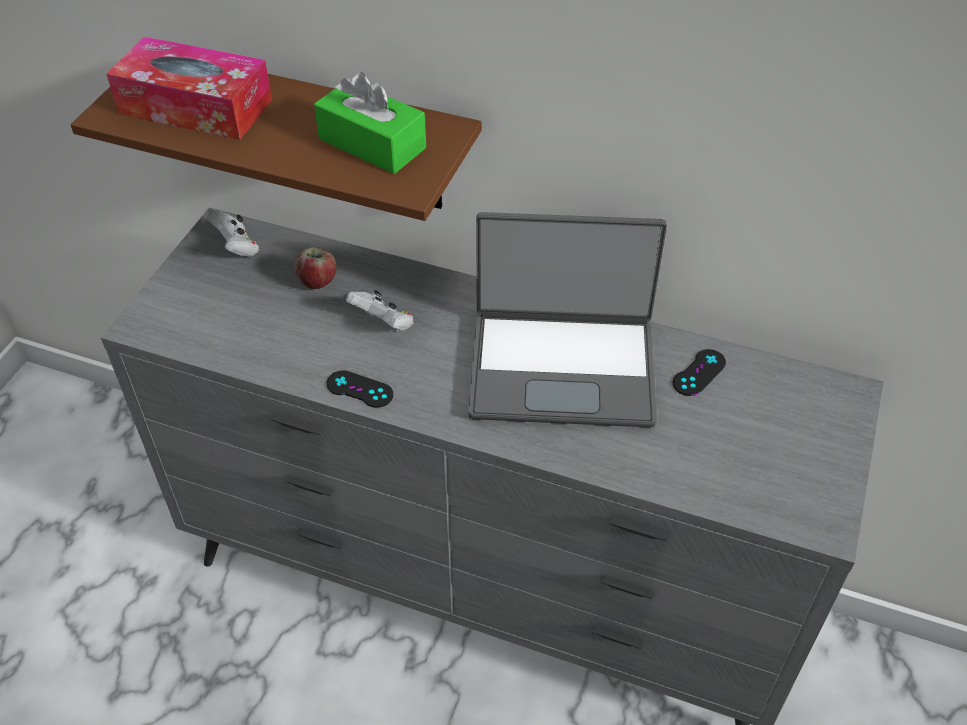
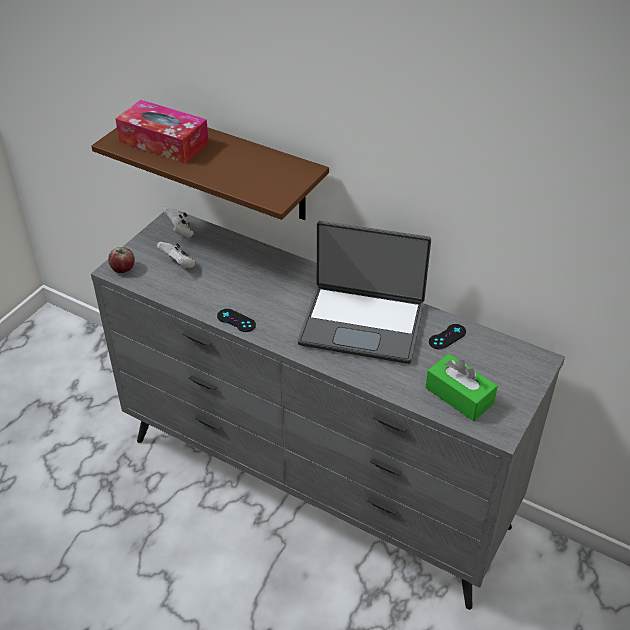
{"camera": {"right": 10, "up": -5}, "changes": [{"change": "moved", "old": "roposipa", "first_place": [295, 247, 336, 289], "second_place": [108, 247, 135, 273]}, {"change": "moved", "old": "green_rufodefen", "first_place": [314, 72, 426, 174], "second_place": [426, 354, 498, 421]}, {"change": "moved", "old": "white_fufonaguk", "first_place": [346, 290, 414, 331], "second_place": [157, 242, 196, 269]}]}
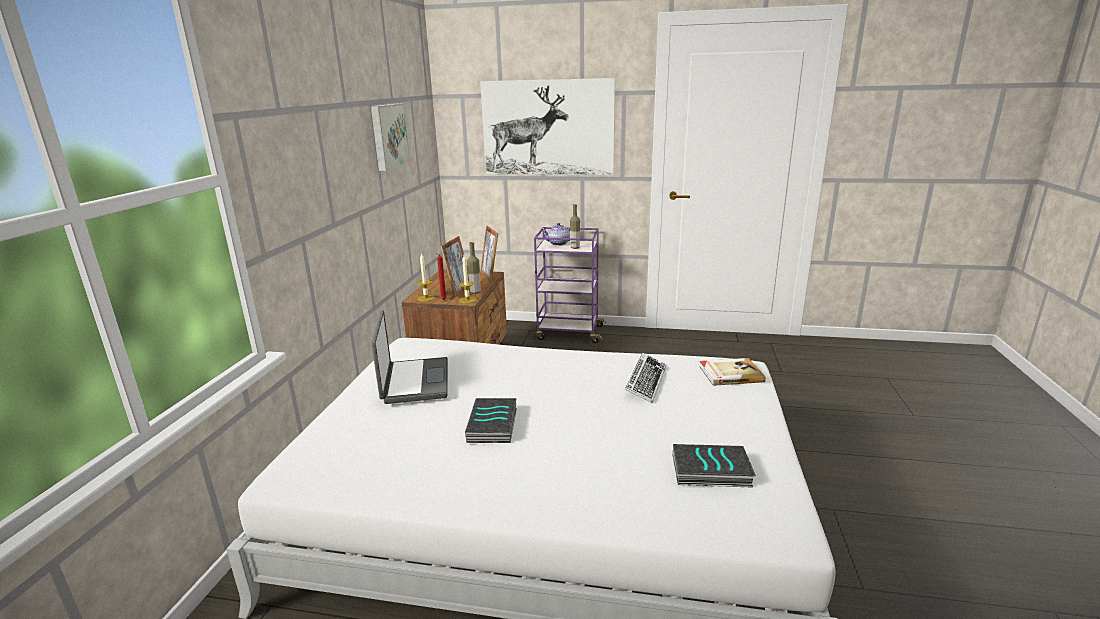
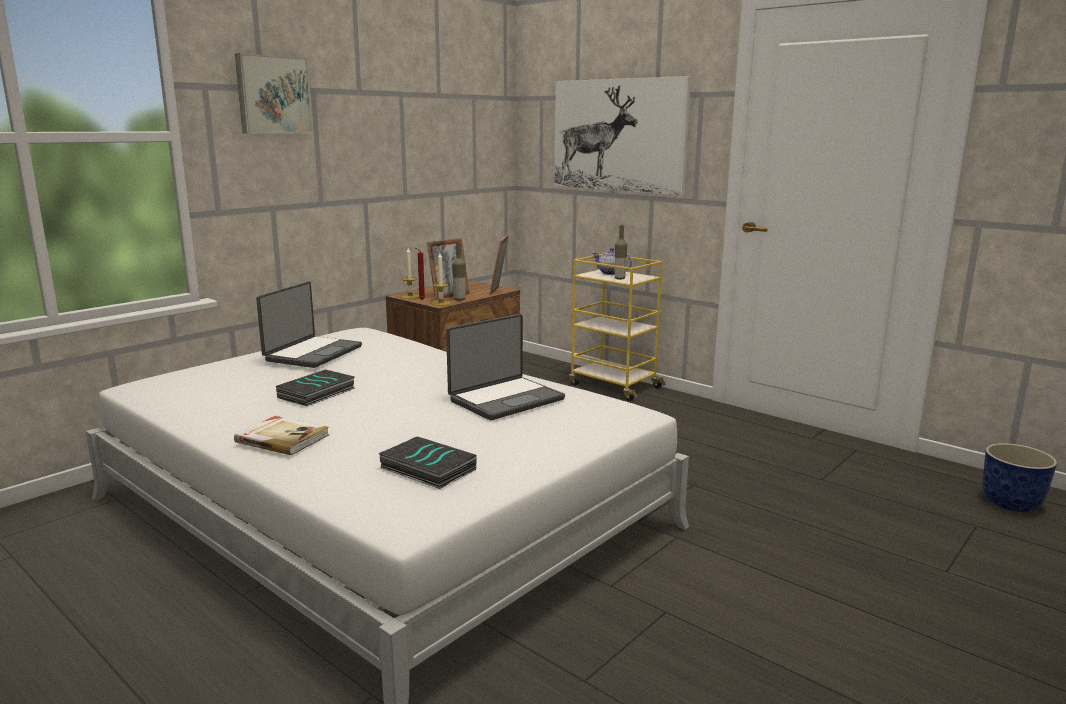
{"camera": {"right": 30, "up": -5}, "changes": [{"change": "moved", "old": "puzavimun", "first_place": [371, 103, 411, 171], "second_place": [235, 53, 313, 134]}, {"change": "recoloured", "old": "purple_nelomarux", "new": "yellow_nelomarux", "first_place": [534, 227, 606, 343], "second_place": [569, 254, 666, 401]}, {"change": "replaced", "old": "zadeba", "new": "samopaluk", "first_place": [625, 353, 666, 403], "second_place": [446, 314, 565, 420]}, {"change": "moved", "old": "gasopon", "first_place": [699, 358, 766, 386], "second_place": [234, 416, 329, 455]}, {"change": "added", "new": "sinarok", "second_place": [983, 443, 1057, 512]}]}
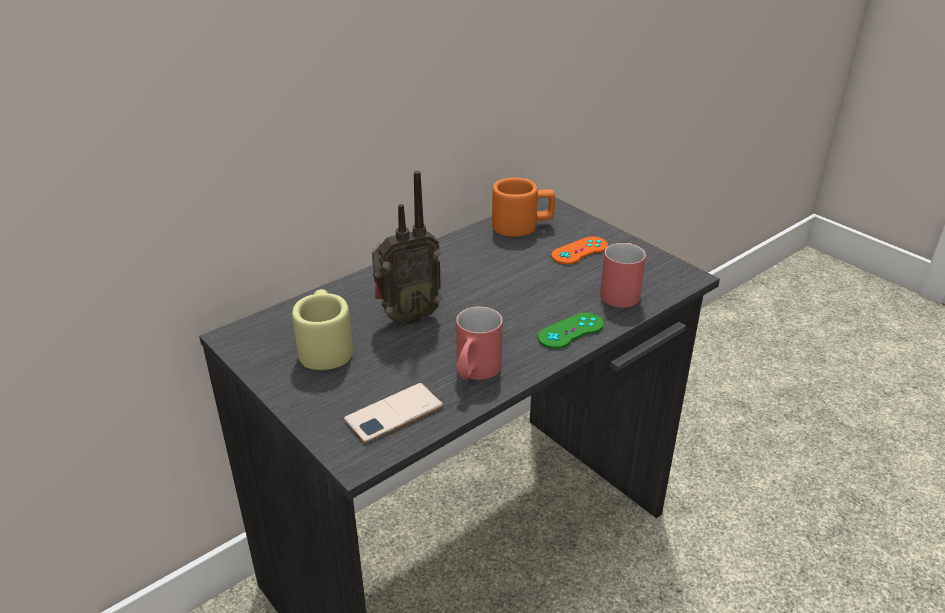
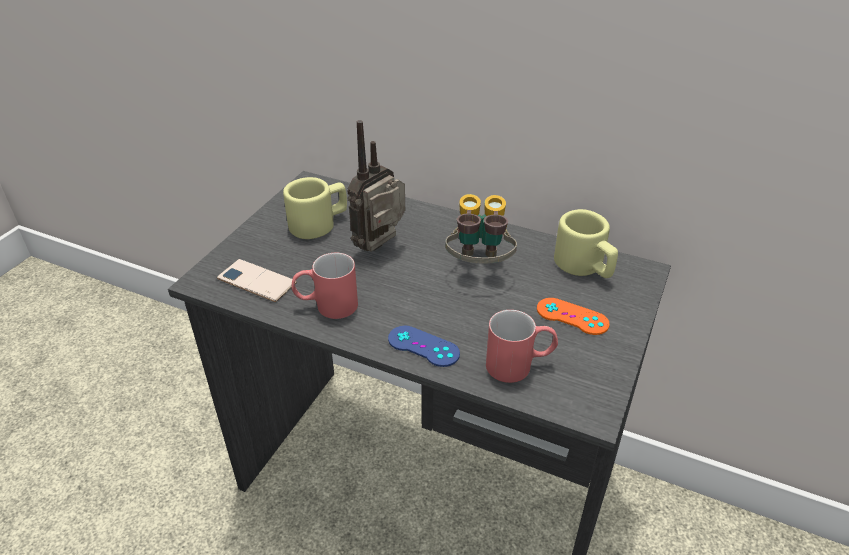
{"camera": {"right": 65, "up": 5}, "changes": [{"change": "turned", "old": "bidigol", "first_place": [372, 171, 442, 325], "second_place": [347, 120, 405, 252], "degrees": 90}, {"change": "recoloured", "old": "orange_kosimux", "new": "beige_kosimux", "first_place": [492, 177, 555, 237], "second_place": [554, 209, 618, 278]}, {"change": "recoloured", "old": "green_fufonaguk", "new": "blue_fufonaguk", "first_place": [537, 313, 604, 349], "second_place": [388, 326, 460, 367]}, {"change": "added", "new": "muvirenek", "second_place": [445, 194, 517, 264]}]}
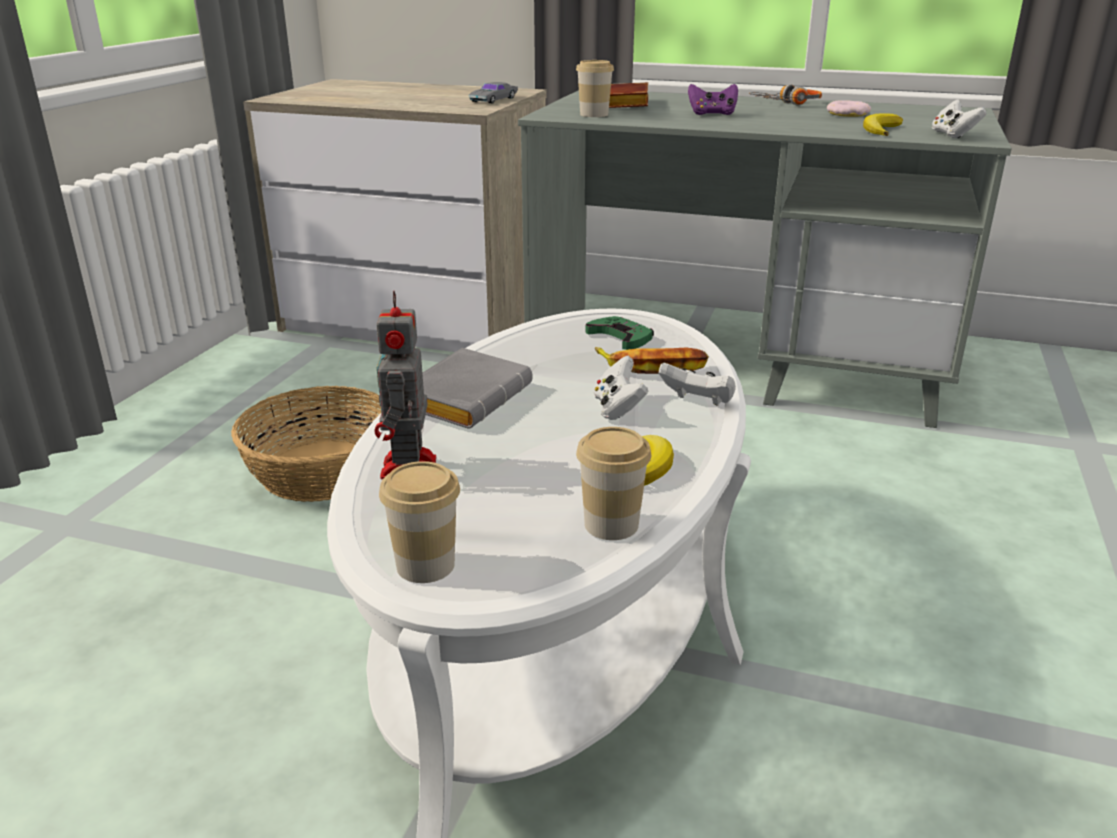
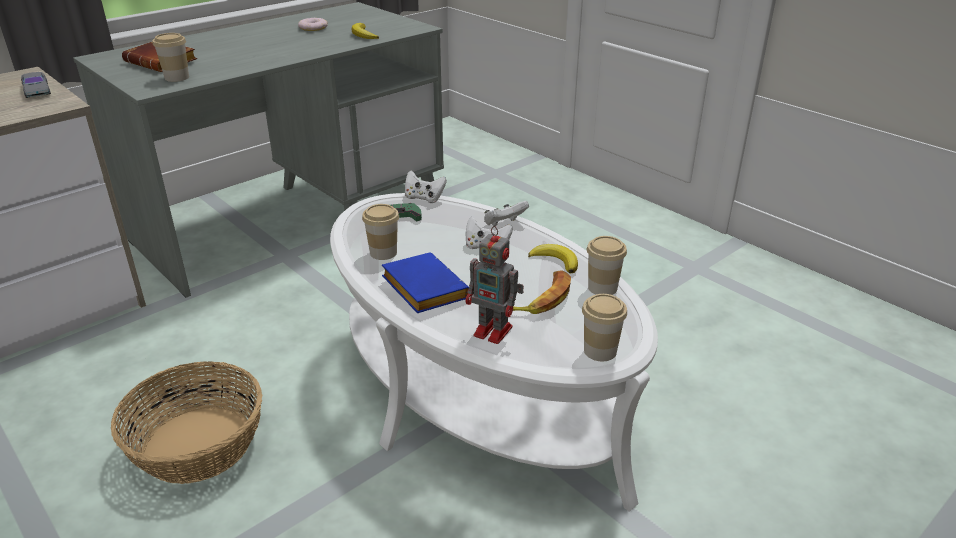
{"camera": {"right": -60, "up": 5}, "changes": [{"change": "recoloured", "old": "grey_gasopon", "new": "blue_gasopon", "first_place": [422, 348, 533, 429], "second_place": [382, 252, 469, 313]}, {"change": "moved", "old": "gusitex", "first_place": [595, 347, 709, 374], "second_place": [509, 271, 571, 314]}, {"change": "removed", "old": "purple_fufonaguk", "first_place": [688, 84, 738, 115]}, {"change": "removed", "old": "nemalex", "first_place": [749, 84, 822, 106]}, {"change": "moved", "old": "white_fufonaguk", "first_place": [932, 99, 986, 138], "second_place": [405, 171, 447, 203]}, {"change": "added", "new": "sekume", "second_place": [362, 204, 399, 260]}]}
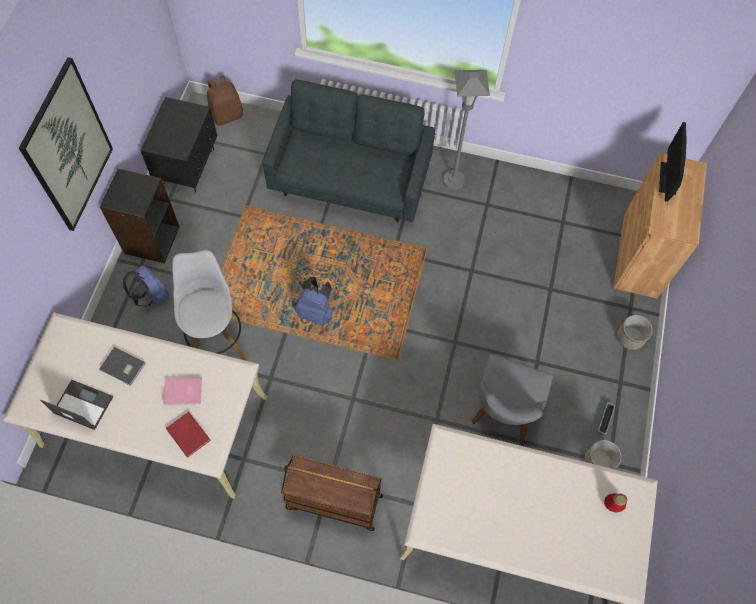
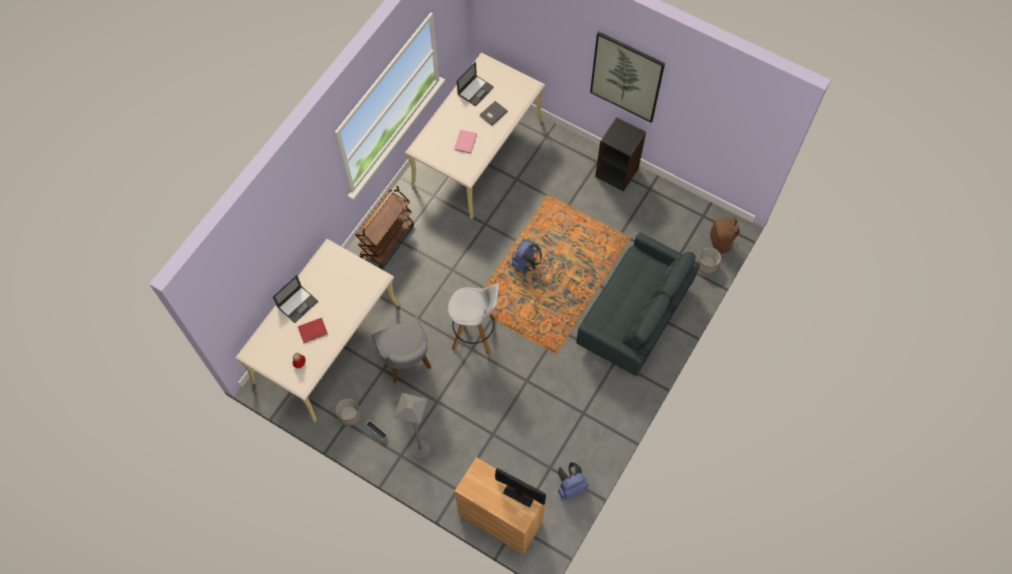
{"camera": {"right": 110, "up": 0}, "changes": [{"change": "moved", "old": "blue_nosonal", "first_place": [123, 266, 170, 307], "second_place": [558, 462, 588, 500]}, {"change": "removed", "old": "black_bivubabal", "first_place": [140, 97, 217, 193]}, {"change": "moved", "old": "red_gasopon", "first_place": [166, 412, 211, 457], "second_place": [298, 318, 328, 343]}, {"change": "moved", "old": "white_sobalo", "first_place": [172, 250, 247, 361], "second_place": [448, 284, 499, 355]}, {"change": "moved", "old": "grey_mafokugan", "first_place": [443, 70, 490, 190], "second_place": [394, 393, 431, 460]}, {"change": "turned", "old": "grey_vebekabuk", "first_place": [472, 354, 554, 441], "second_place": [372, 317, 431, 383], "degrees": -150}, {"change": "moved", "old": "sinarok", "first_place": [617, 315, 653, 350], "second_place": [697, 247, 721, 274]}, {"change": "added", "new": "samopaluk", "second_place": [273, 275, 318, 323]}]}
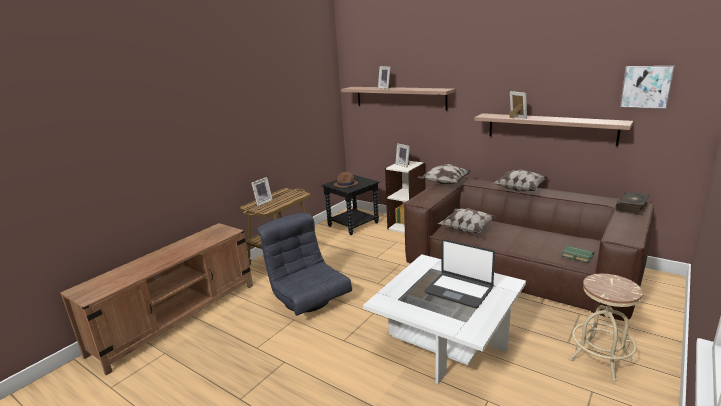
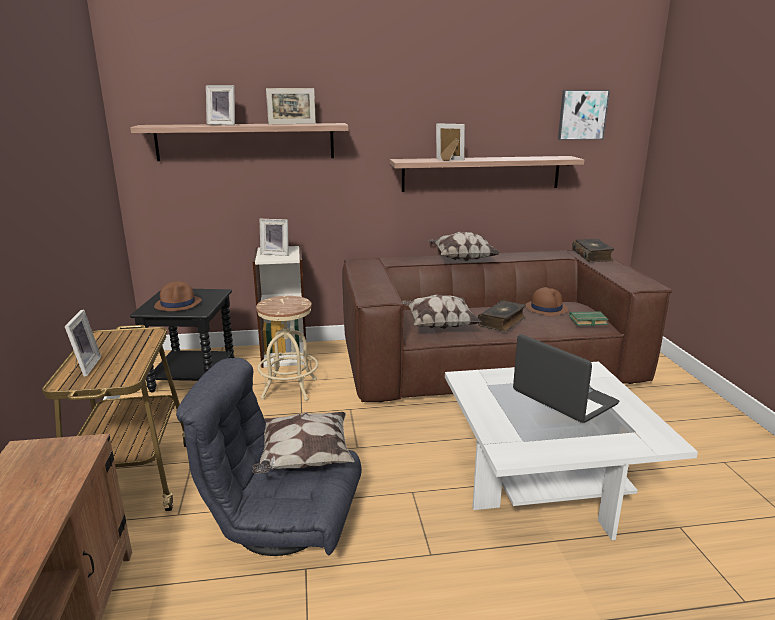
{"camera": {"right": -45, "up": 0}, "changes": [{"change": "moved", "old": "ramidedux", "first_place": [417, 164, 472, 184], "second_place": [252, 412, 355, 474]}, {"change": "turned", "old": "samopaluk", "first_place": [425, 239, 495, 308], "second_place": [513, 334, 619, 423], "degrees": -120}, {"change": "moved", "old": "beige_sobalo", "first_place": [569, 274, 643, 382], "second_place": [256, 296, 318, 401]}, {"change": "added", "new": "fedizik", "second_place": [266, 88, 316, 124]}, {"change": "added", "new": "gasopon", "second_place": [477, 300, 526, 332]}, {"change": "added", "new": "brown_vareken", "second_place": [525, 287, 569, 316]}]}
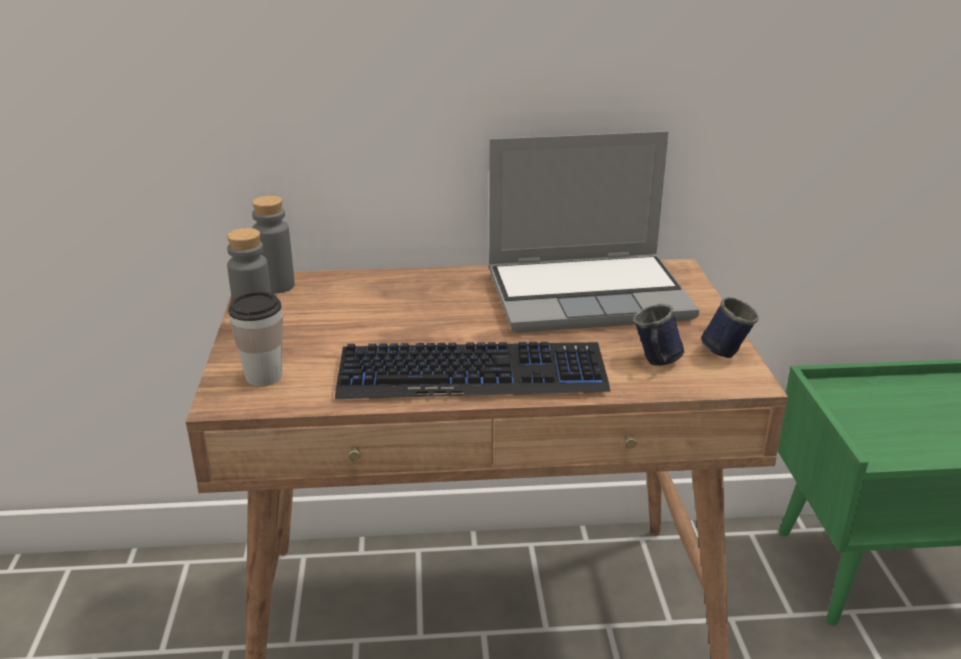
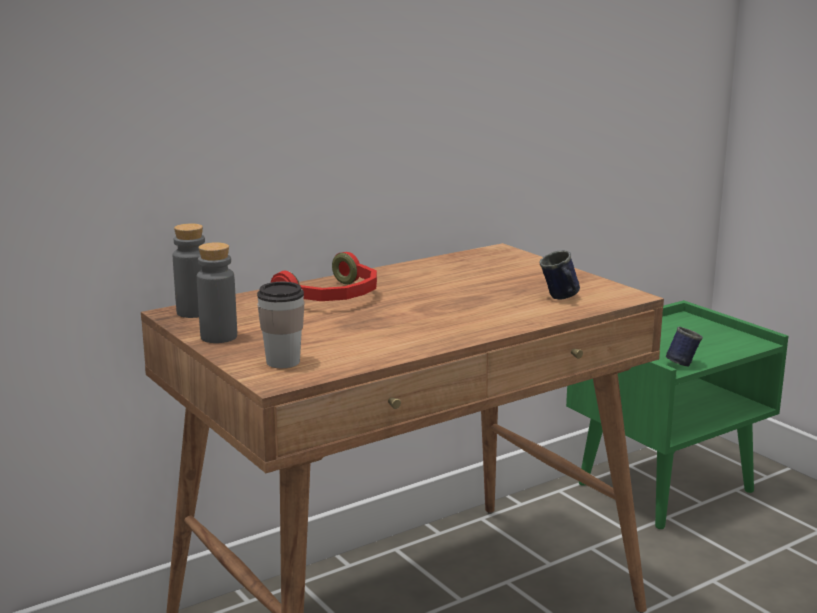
{"camera": {"right": -30, "up": -10}, "changes": [{"change": "removed", "old": "zadeba", "first_place": [335, 342, 610, 399]}, {"change": "removed", "old": "samopaluk", "first_place": [489, 131, 699, 333]}, {"change": "moved", "old": "blue_kosimux", "first_place": [701, 297, 759, 358], "second_place": [666, 327, 703, 367]}, {"change": "added", "new": "red_nemalex", "second_place": [271, 252, 377, 301]}]}
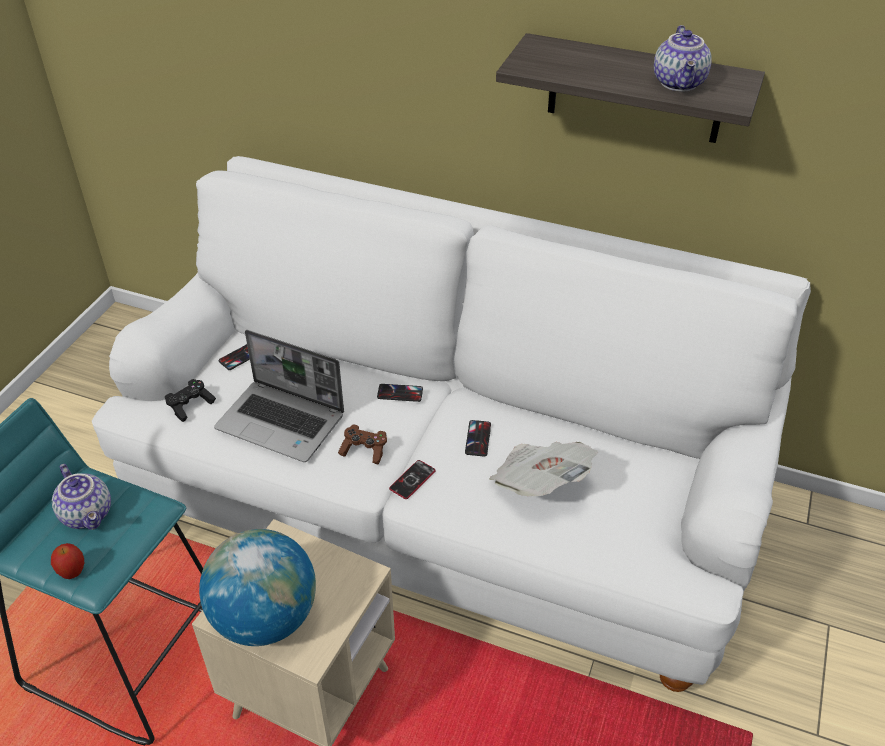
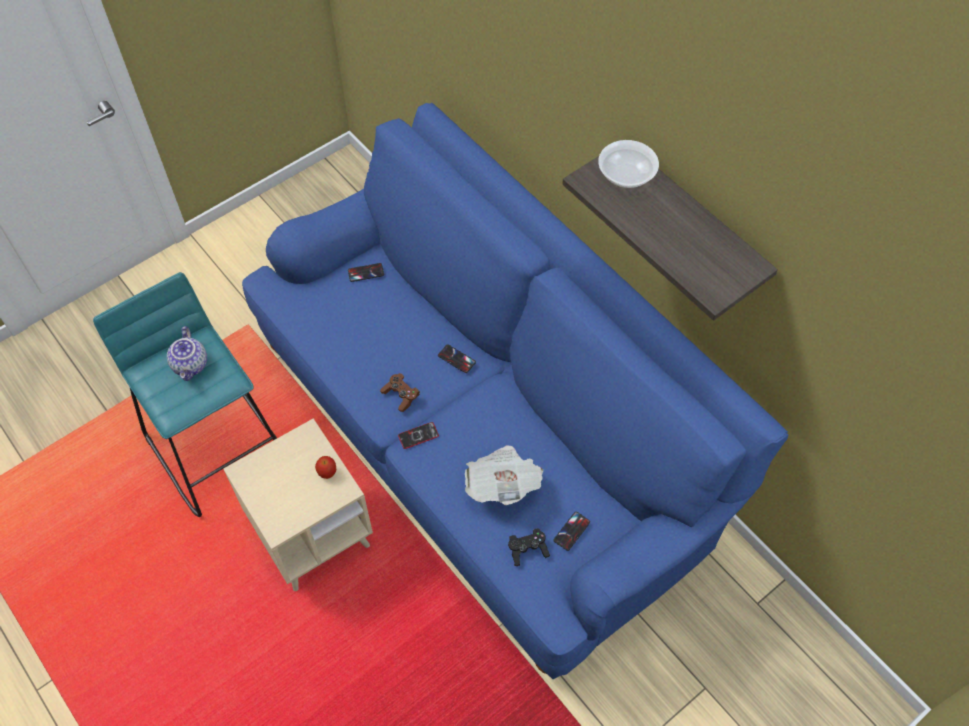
{"camera": {"right": 30, "up": 15}, "changes": [{"change": "moved", "old": "roposipa", "first_place": [51, 543, 84, 579], "second_place": [315, 456, 337, 479]}, {"change": "recoloured", "old": "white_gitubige", "new": "blue_gitubige", "first_place": [92, 156, 811, 692], "second_place": [242, 103, 788, 679]}, {"change": "moved", "old": "black_fufonaguk", "first_place": [165, 379, 216, 422], "second_place": [508, 528, 550, 566]}, {"change": "removed", "old": "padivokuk", "first_place": [199, 529, 316, 646]}, {"change": "removed", "old": "samopaluk", "first_place": [214, 330, 344, 462]}, {"change": "moved", "old": "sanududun", "first_place": [465, 420, 491, 457], "second_place": [553, 512, 590, 551]}, {"change": "removed", "old": "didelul", "first_place": [654, 25, 712, 91]}, {"change": "added", "new": "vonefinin", "second_place": [598, 140, 659, 188]}]}
